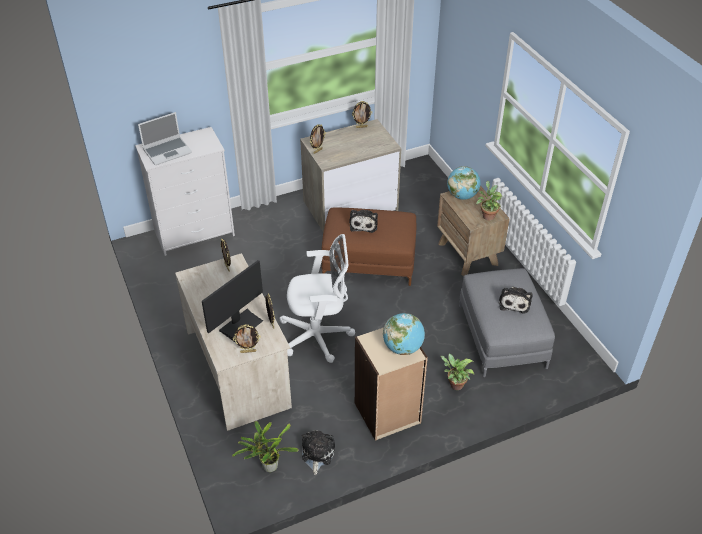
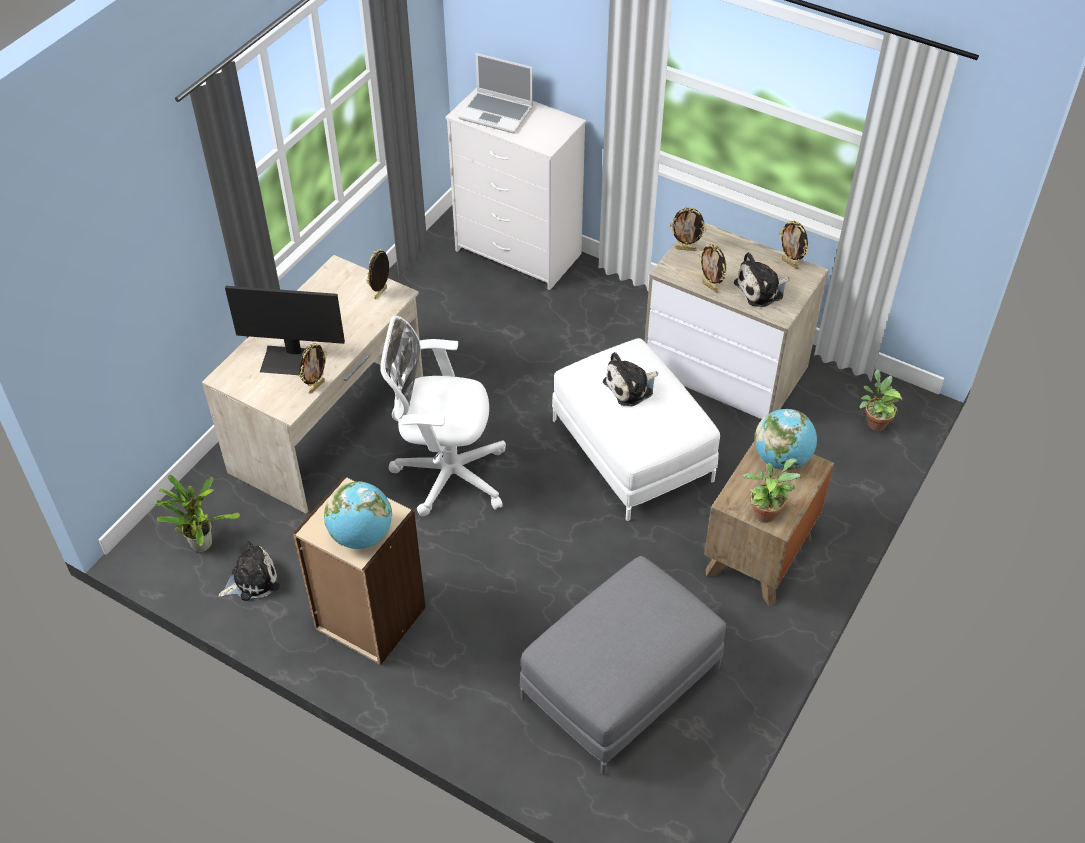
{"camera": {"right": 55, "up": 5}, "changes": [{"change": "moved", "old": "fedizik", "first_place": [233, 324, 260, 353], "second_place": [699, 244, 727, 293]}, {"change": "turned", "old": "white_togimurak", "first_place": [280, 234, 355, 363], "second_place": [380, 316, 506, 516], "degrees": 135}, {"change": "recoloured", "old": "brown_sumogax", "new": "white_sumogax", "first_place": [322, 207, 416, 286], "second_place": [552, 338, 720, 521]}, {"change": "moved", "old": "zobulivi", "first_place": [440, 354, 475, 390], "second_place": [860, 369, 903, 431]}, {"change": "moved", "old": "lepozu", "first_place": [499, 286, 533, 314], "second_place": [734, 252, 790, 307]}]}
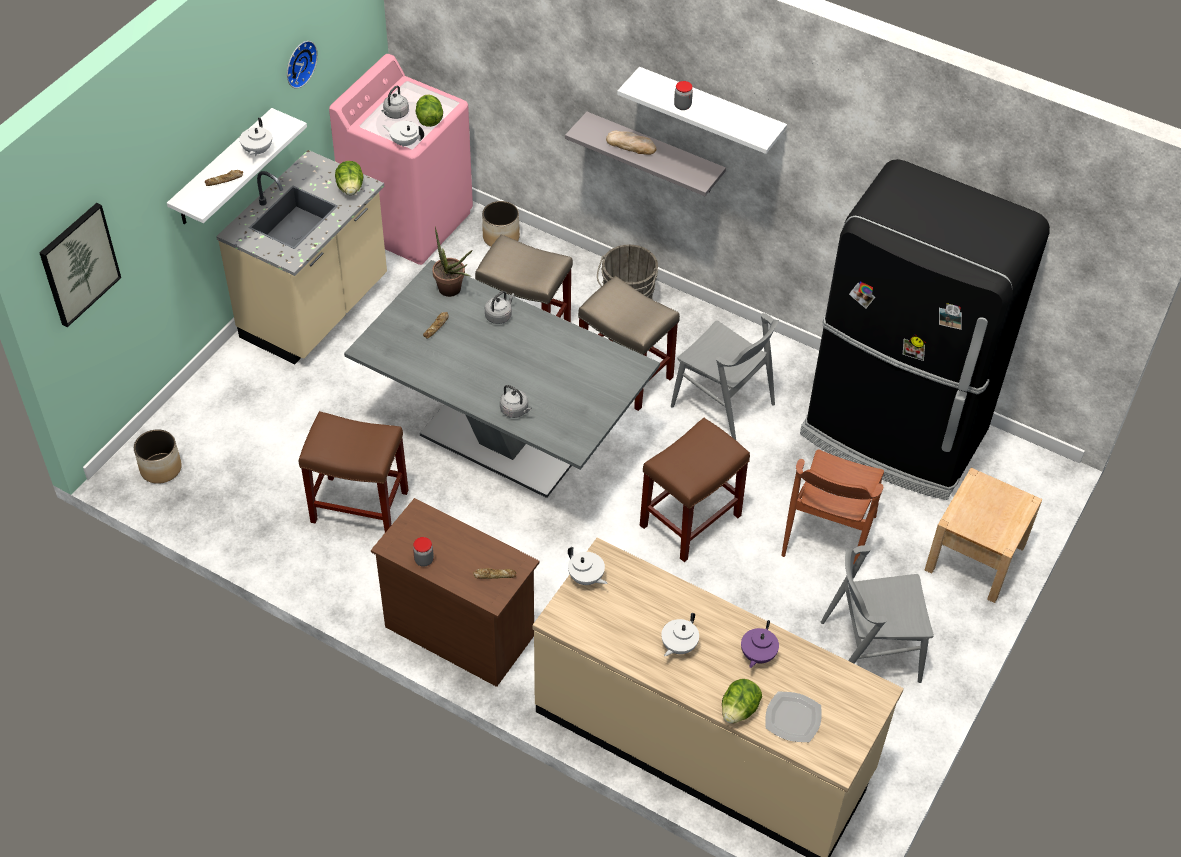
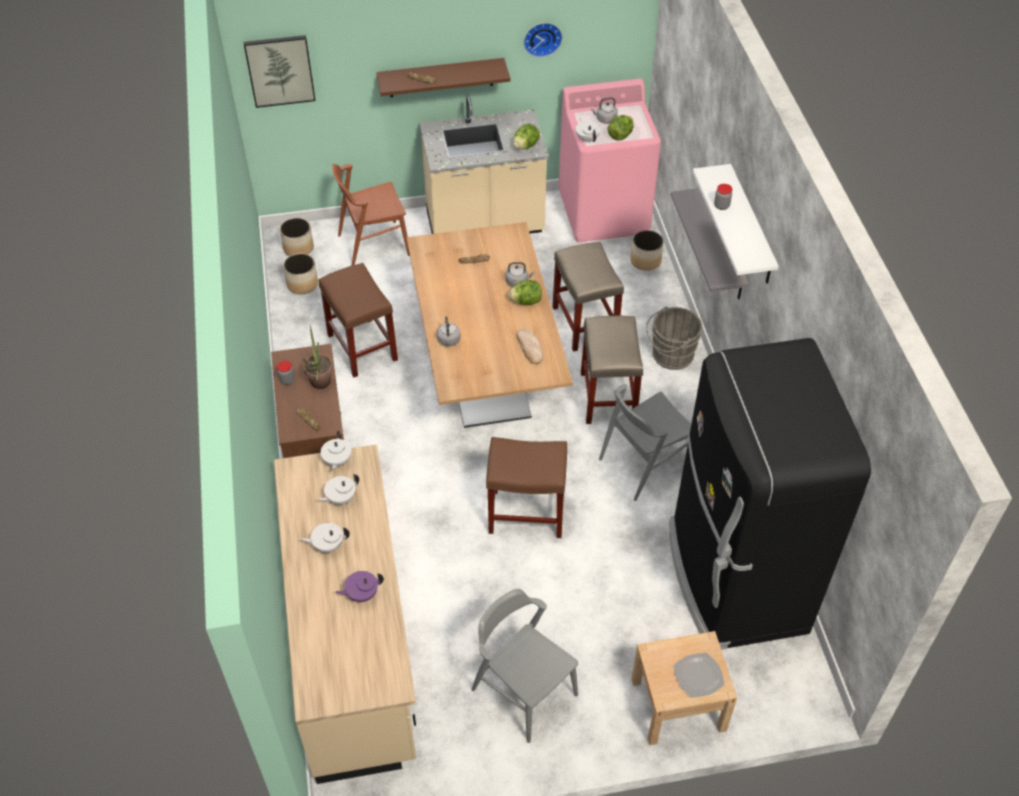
{"camera": {"right": 50, "up": 0}, "changes": [{"change": "recoloured", "old": "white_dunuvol", "new": "brown_dunuvol", "first_place": [167, 108, 307, 224], "second_place": [376, 58, 510, 97]}, {"change": "moved", "old": "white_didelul", "first_place": [240, 118, 272, 156], "second_place": [318, 474, 359, 505]}, {"change": "recoloured", "old": "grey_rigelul", "new": "brown_rigelul", "first_place": [344, 260, 660, 498], "second_place": [407, 222, 573, 428]}, {"change": "moved", "old": "zobulivi", "first_place": [432, 226, 473, 297], "second_place": [303, 324, 333, 389]}, {"change": "moved", "old": "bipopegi", "first_place": [606, 131, 656, 155], "second_place": [517, 329, 543, 364]}, {"change": "turned", "old": "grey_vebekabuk", "first_place": [671, 313, 779, 440], "second_place": [599, 384, 691, 501], "degrees": 60}, {"change": "moved", "old": "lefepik", "first_place": [722, 679, 762, 723], "second_place": [508, 280, 542, 305]}, {"change": "moved", "old": "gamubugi", "first_place": [765, 692, 822, 742], "second_place": [674, 653, 725, 698]}, {"change": "moved", "old": "brown_vebekabuk", "first_place": [781, 449, 884, 565], "second_place": [332, 164, 410, 266]}, {"change": "added", "new": "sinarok", "second_place": [283, 253, 318, 294]}]}
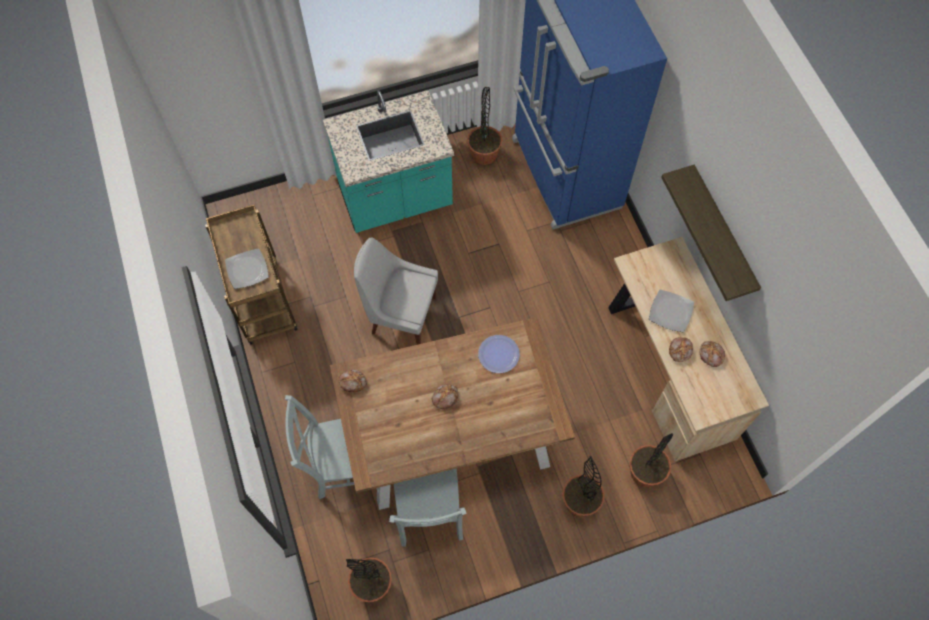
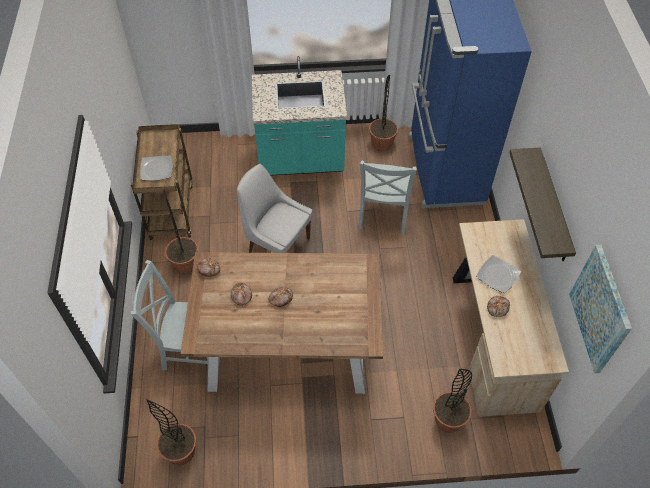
{"camera": {"right": 15, "up": -10}, "changes": [{"change": "moved", "old": "grey_vebekabuk", "first_place": [389, 468, 467, 547], "second_place": [358, 160, 417, 235]}, {"change": "removed", "old": "gamubugi", "first_place": [478, 335, 520, 373]}, {"change": "moved", "old": "zobulivi", "first_place": [562, 455, 605, 517], "second_place": [163, 189, 198, 273]}, {"change": "moved", "old": "bipopegi", "first_place": [700, 341, 725, 367], "second_place": [231, 283, 252, 306]}, {"change": "added", "new": "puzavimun", "second_place": [569, 245, 632, 373]}]}
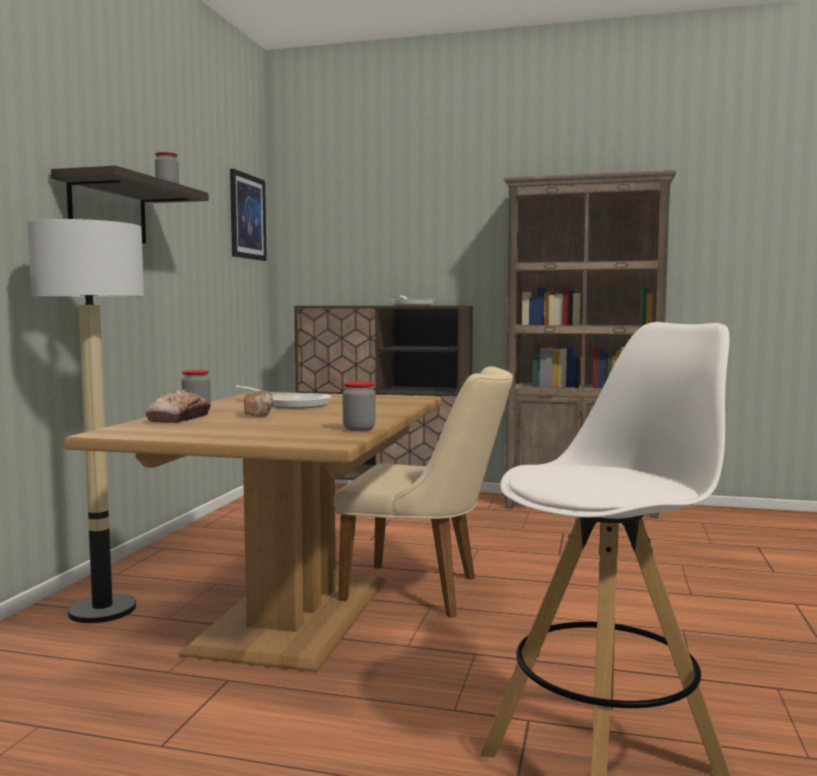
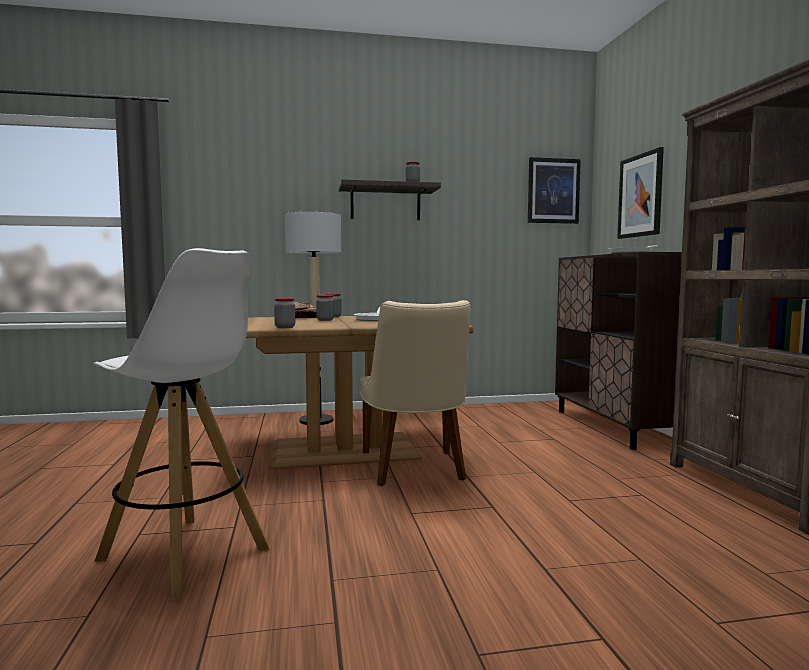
{"camera": {"right": 65, "up": 0}, "changes": [{"change": "replaced", "old": "bipopegi", "new": "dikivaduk", "first_place": [244, 391, 273, 417], "second_place": [316, 295, 334, 321]}, {"change": "added", "new": "puzavimun", "second_place": [617, 147, 664, 239]}]}
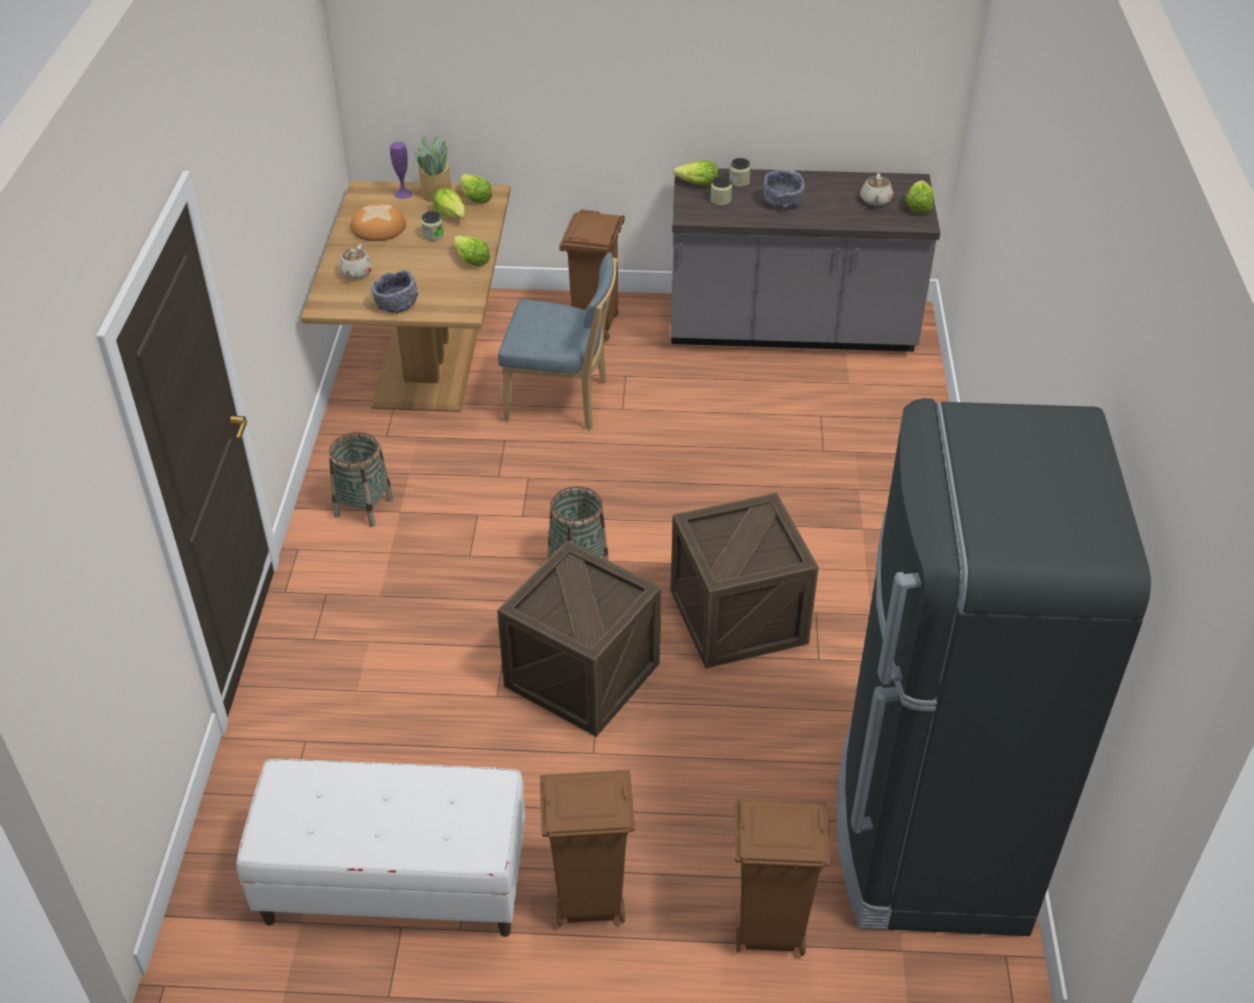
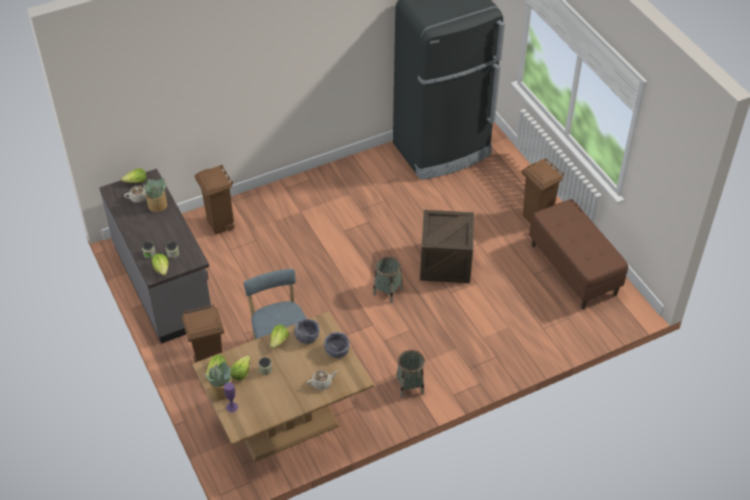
{"camera": {"right": -120, "up": 5}, "changes": [{"change": "recoloured", "old": "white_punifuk", "new": "brown_punifuk", "first_place": [236, 759, 525, 937], "second_place": [529, 199, 628, 309]}, {"change": "removed", "old": "bipopegi", "first_place": [351, 203, 406, 241]}, {"change": "removed", "old": "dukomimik", "first_place": [671, 493, 819, 669]}, {"change": "moved", "old": "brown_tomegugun", "first_place": [734, 798, 830, 956], "second_place": [195, 165, 235, 235]}, {"change": "moved", "old": "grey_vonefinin", "first_place": [763, 169, 805, 210], "second_place": [294, 319, 320, 344]}, {"change": "added", "new": "zobulivi", "second_place": [143, 178, 167, 212]}]}
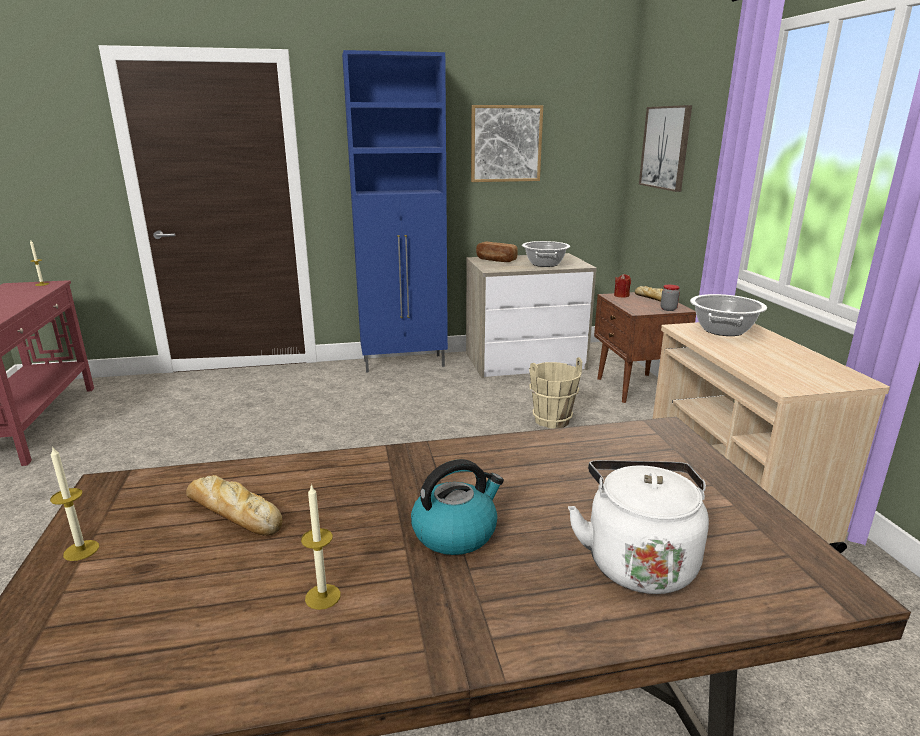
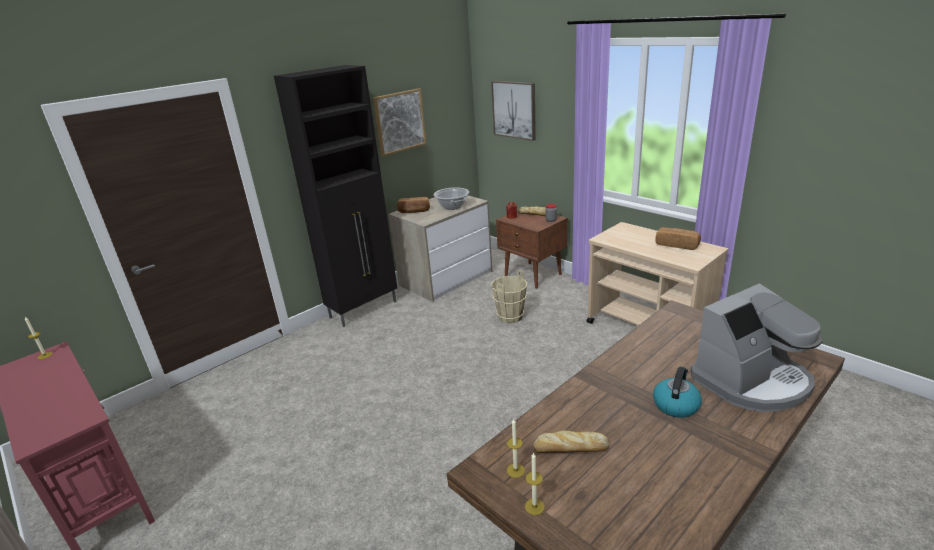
{"camera": {"right": -30, "up": 5}, "changes": [{"change": "moved", "old": "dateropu", "first_place": [301, 484, 341, 610], "second_place": [507, 419, 525, 478]}, {"change": "recoloured", "old": "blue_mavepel", "new": "black_mavepel", "first_place": [342, 50, 448, 373], "second_place": [274, 65, 397, 327]}, {"change": "replaced", "old": "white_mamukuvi", "new": "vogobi", "first_place": [568, 460, 709, 594], "second_place": [691, 283, 822, 412]}, {"change": "removed", "old": "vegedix", "first_place": [690, 294, 767, 336]}, {"change": "added", "new": "bipopegi", "second_place": [656, 227, 701, 250]}]}
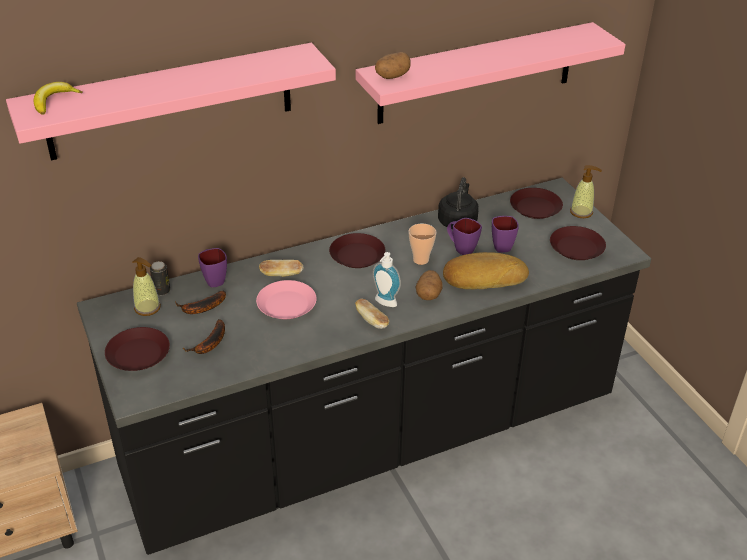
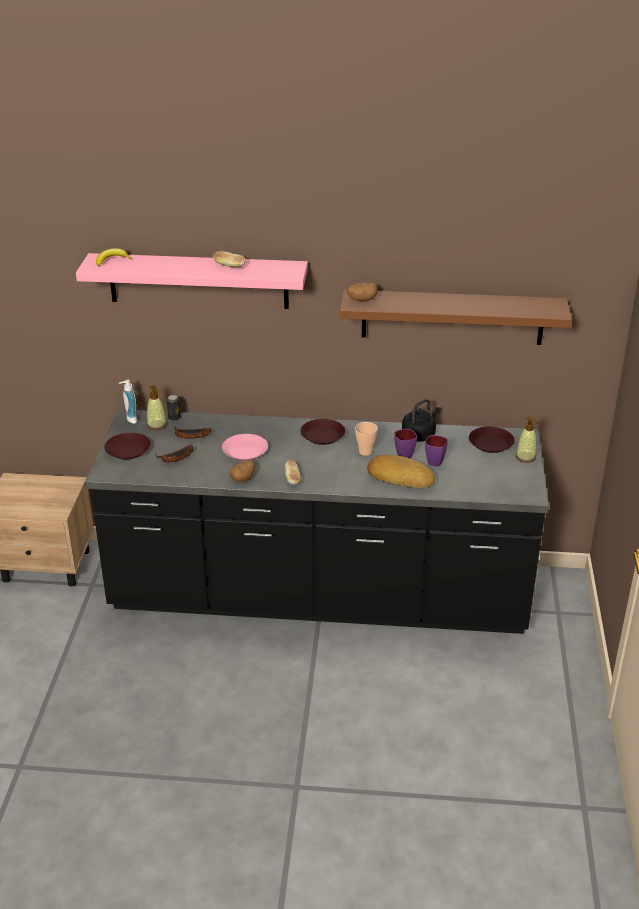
{"camera": {"right": 30, "up": -5}, "changes": [{"change": "removed", "old": "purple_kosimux", "first_place": [198, 248, 227, 287]}, {"change": "moved", "old": "bipopegi", "first_place": [259, 260, 304, 277], "second_place": [213, 251, 245, 267]}, {"change": "recoloured", "old": "pink_dunuvol", "new": "brown_dunuvol", "first_place": [356, 22, 626, 124], "second_place": [340, 290, 572, 345]}, {"change": "moved", "old": "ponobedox", "first_place": [373, 252, 401, 307], "second_place": [119, 380, 137, 424]}, {"change": "moved", "old": "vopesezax", "first_place": [416, 270, 443, 300], "second_place": [229, 460, 255, 482]}, {"change": "removed", "old": "brown_gamubugi", "first_place": [550, 226, 606, 260]}]}
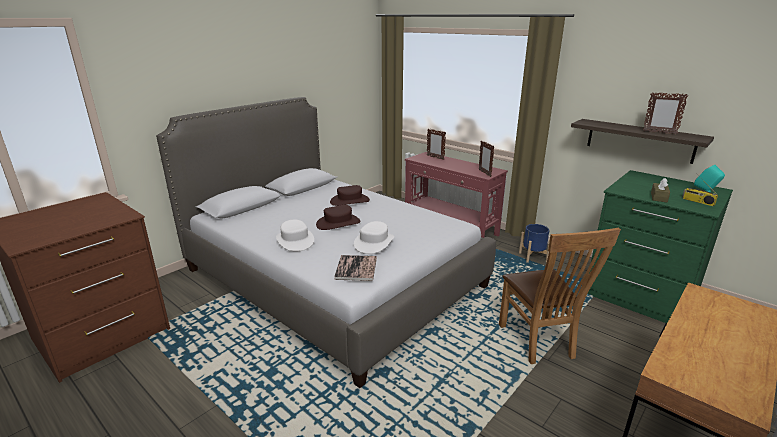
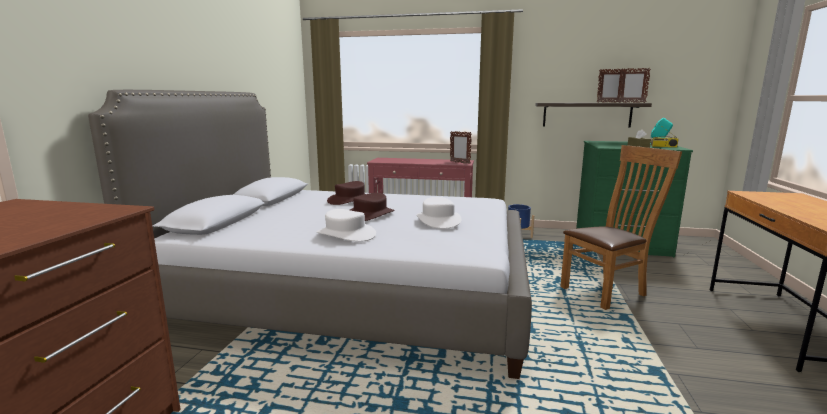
{"camera": {"right": -30, "up": -10}, "changes": [{"change": "removed", "old": "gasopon", "first_place": [334, 255, 377, 281]}, {"change": "moved", "old": "fedizik", "first_place": [427, 129, 446, 160], "second_place": [618, 68, 651, 103]}, {"change": "turned", "old": "brown_vebekabuk", "first_place": [499, 228, 621, 364], "second_place": [560, 145, 682, 310], "degrees": -75}]}
